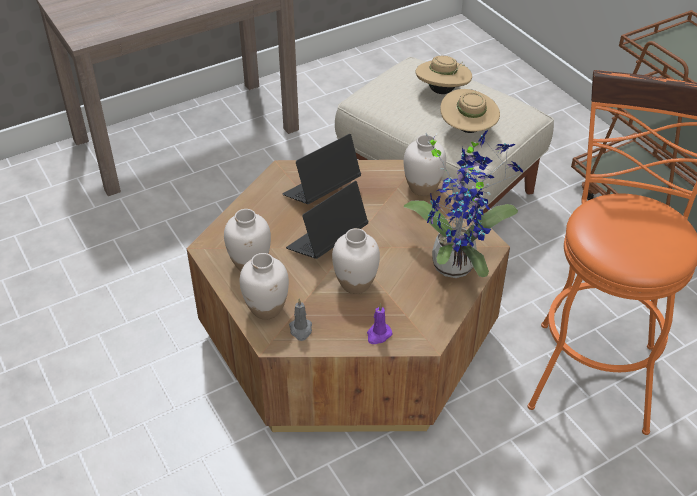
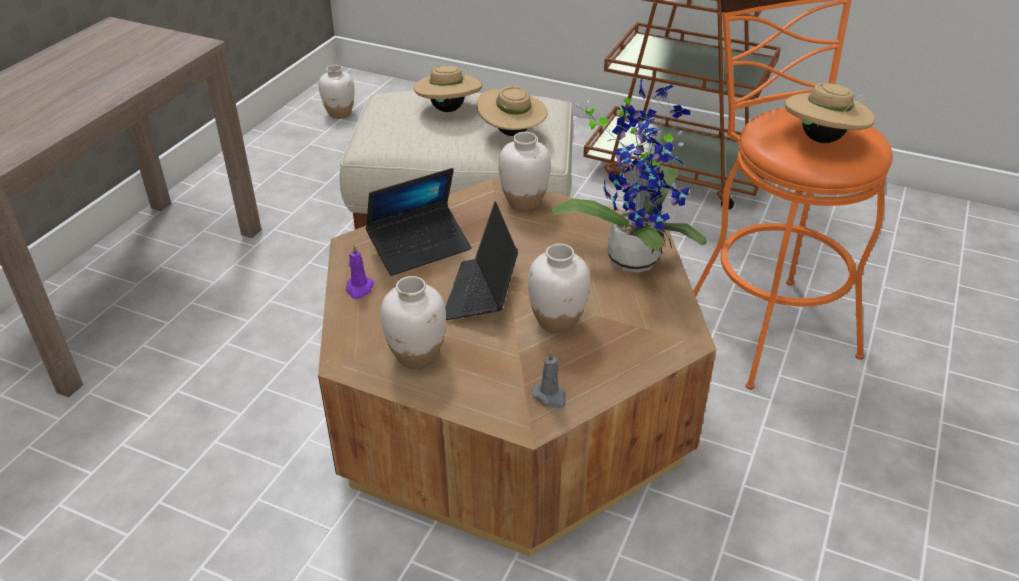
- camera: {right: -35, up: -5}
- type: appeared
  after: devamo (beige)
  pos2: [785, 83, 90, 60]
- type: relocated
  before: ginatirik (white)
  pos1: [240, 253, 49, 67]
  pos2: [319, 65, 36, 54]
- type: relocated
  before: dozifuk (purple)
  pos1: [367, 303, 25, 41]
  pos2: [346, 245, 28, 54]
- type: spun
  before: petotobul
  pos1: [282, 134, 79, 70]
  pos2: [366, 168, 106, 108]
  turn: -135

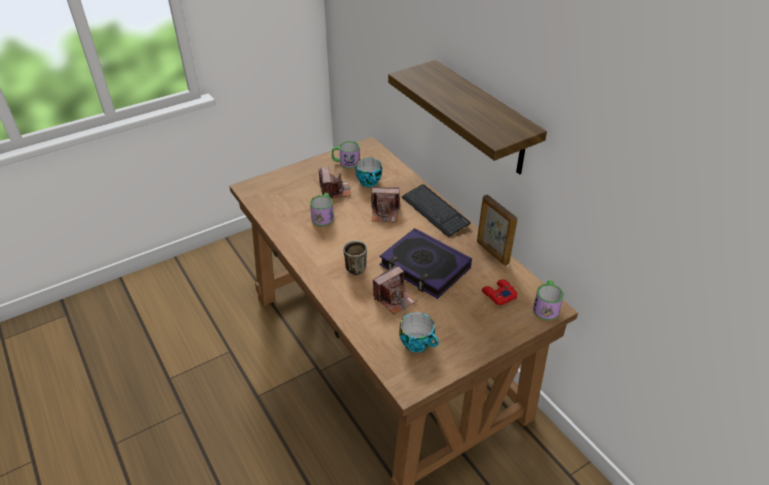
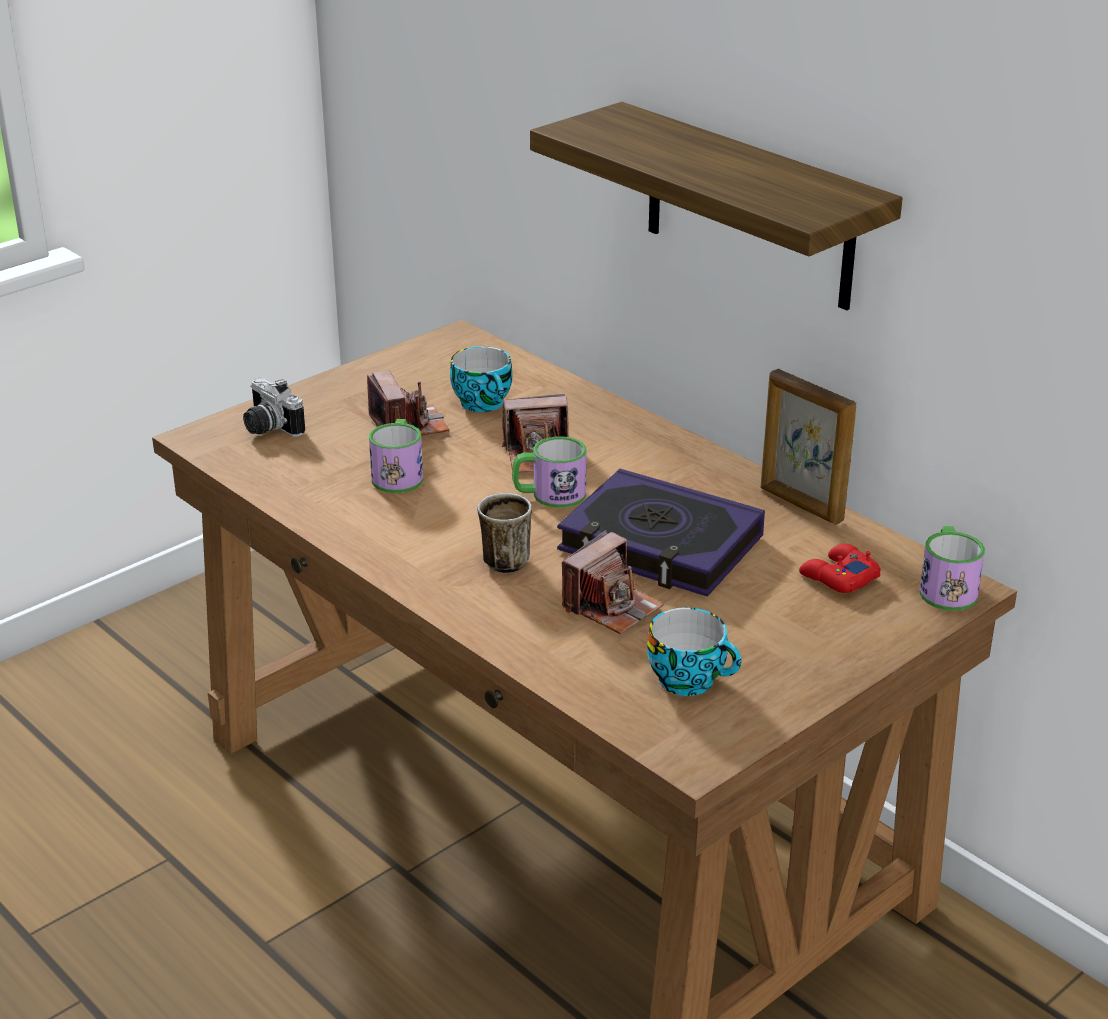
- camera: {right: -10, up: -10}
- type: missing
  before: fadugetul
  pos1: [402, 184, 69, 53]
- type: appeared
  after: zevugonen
  pos2: [243, 378, 62, 59]
- type: relocated
  before: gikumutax
  pos1: [332, 141, 28, 28]
  pos2: [512, 436, 75, 72]

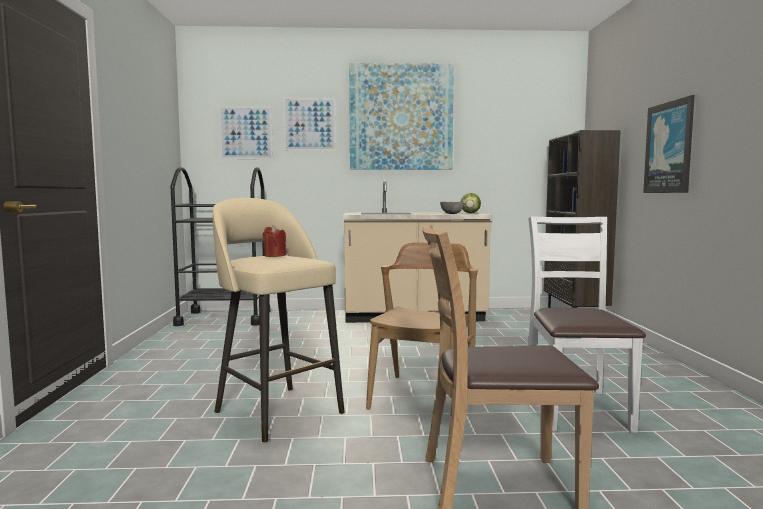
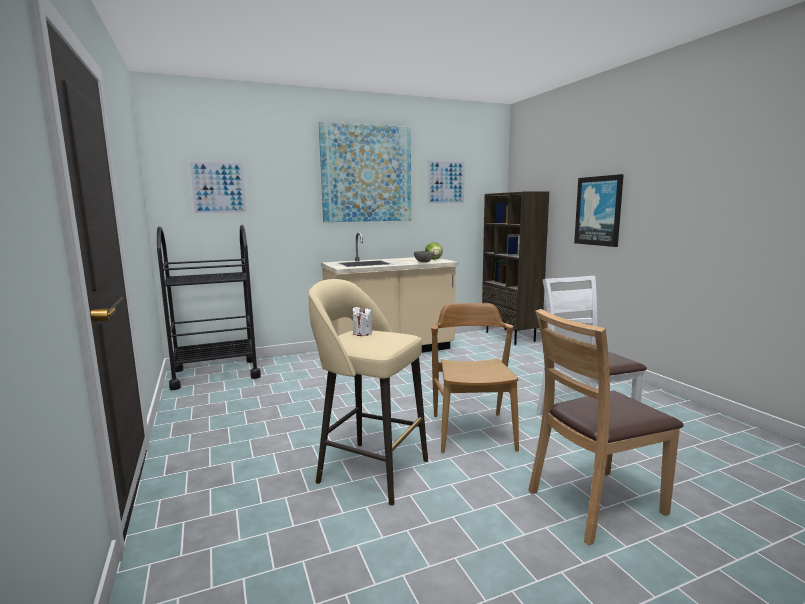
- camera: {right: -20, up: 5}
- type: relocated
  before: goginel
  pos1: [283, 98, 53, 53]
  pos2: [427, 160, 39, 45]
- type: colour
  before: dozifuk (red)
  after: dozifuk (white)
  pos1: [263, 225, 23, 32]
  pos2: [352, 306, 20, 30]

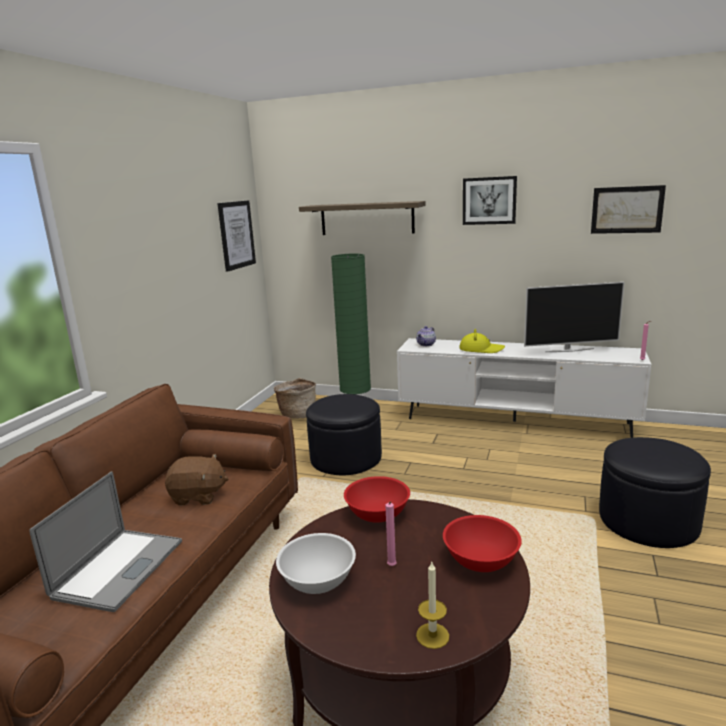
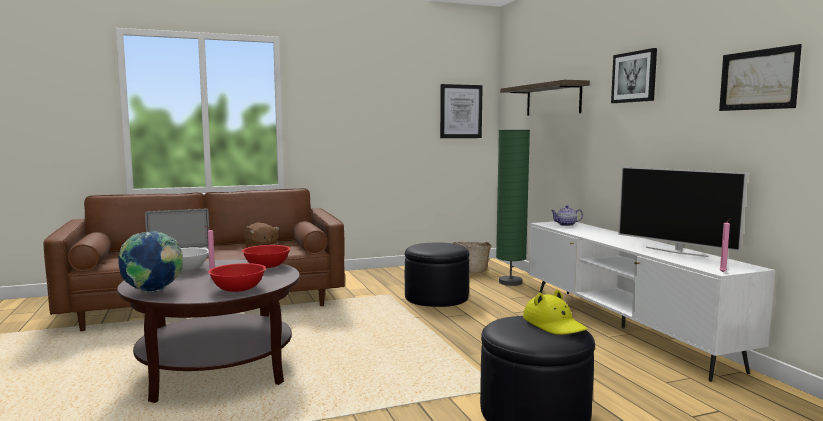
- camera: {right: 50, up: -10}
- type: relocated
  before: devamo (yellow)
  pos1: [459, 329, 46, 24]
  pos2: [523, 289, 65, 46]
- type: exchanged
  before: dozifuk
  after: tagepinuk
  pos1: [416, 562, 33, 87]
  pos2: [118, 231, 65, 62]

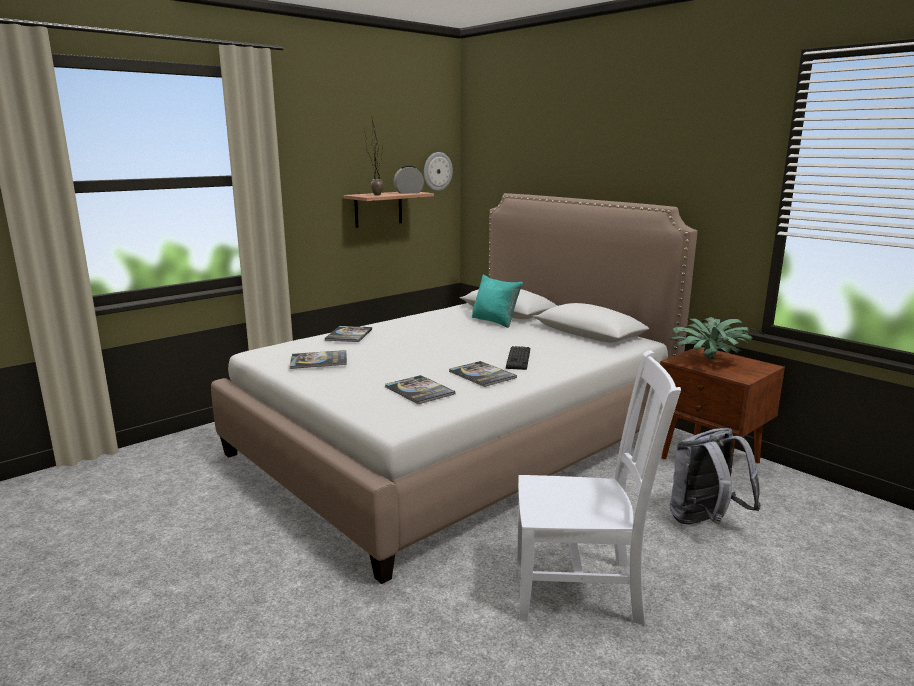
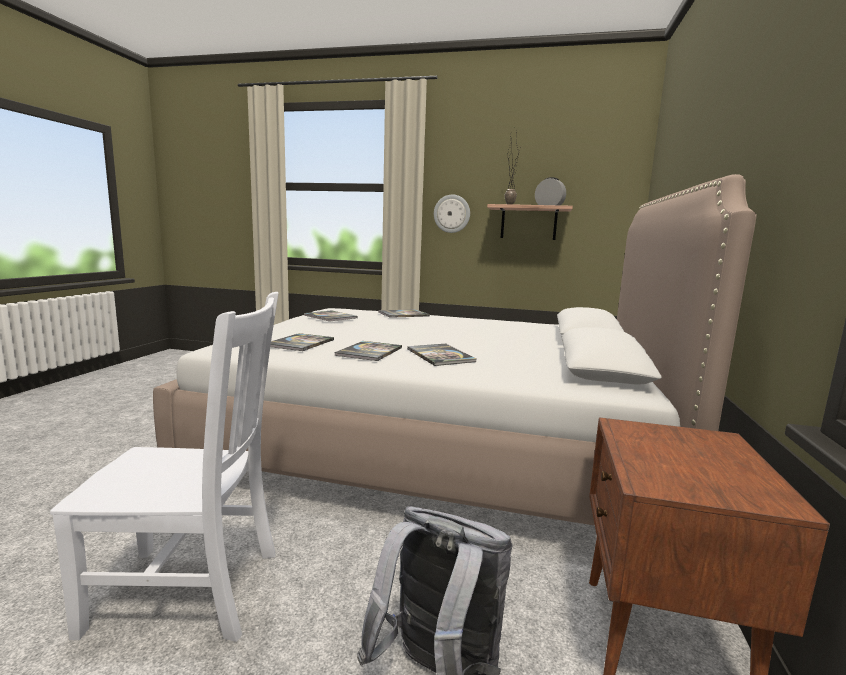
- camera: {right: 55, up: -5}
- type: missing
  before: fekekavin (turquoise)
  pos1: [472, 275, 51, 53]
- type: missing
  before: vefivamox
  pos1: [669, 317, 95, 44]
- type: relocated
  before: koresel
  pos1: [424, 152, 29, 39]
  pos2: [434, 195, 36, 38]
- type: exchanged
  before: fadugetul
  after: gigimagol
  pos1: [506, 346, 24, 24]
  pos2: [407, 344, 69, 22]
- type: spun
  before: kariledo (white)
  pos1: [517, 350, 164, 275]
  pos2: [50, 292, 228, 350]
  turn: -60

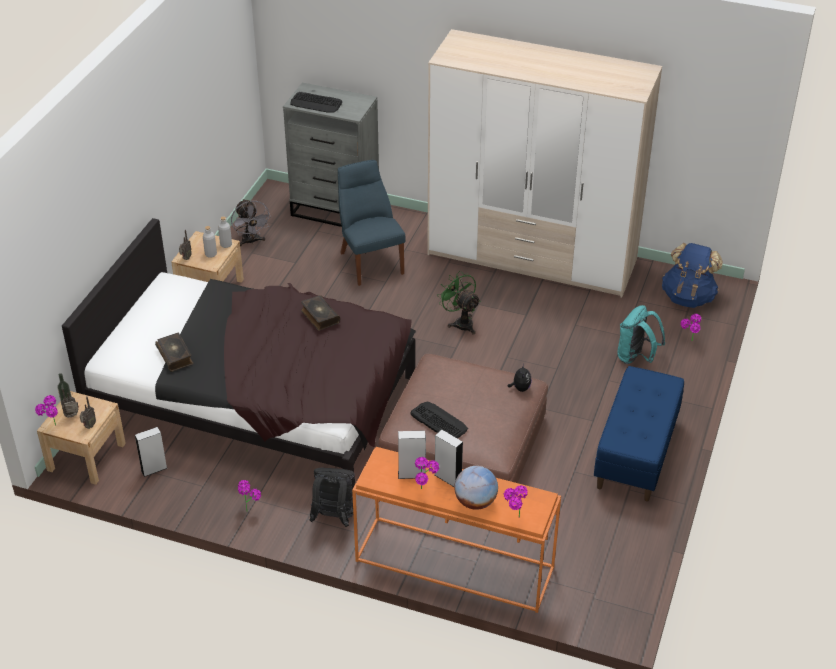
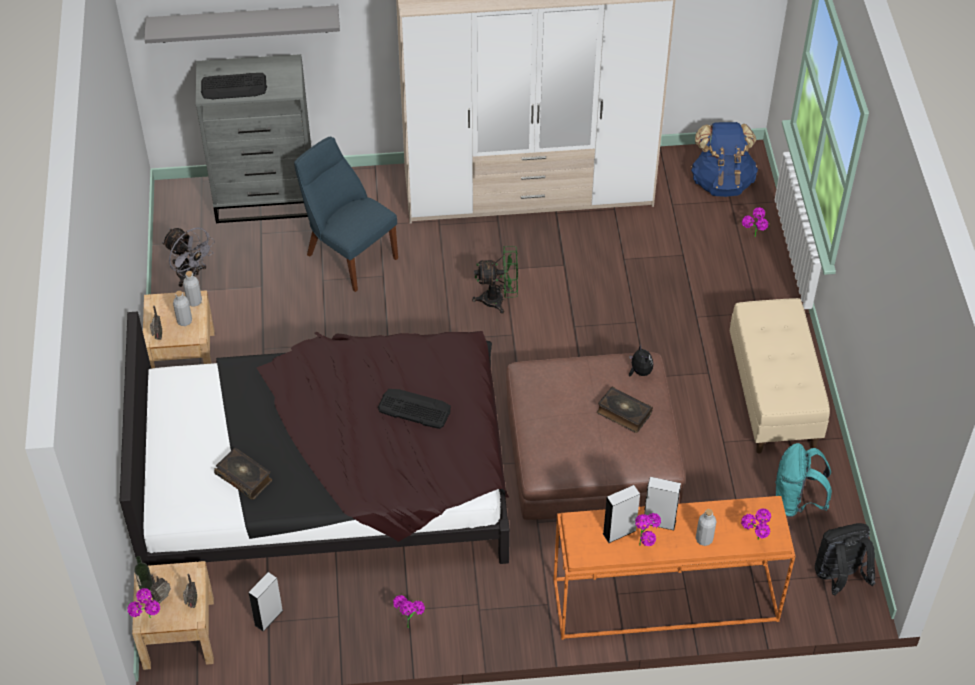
- camera: {right: -25, up: 10}
- type: appeared
  after: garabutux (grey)
  pos2: [144, 5, 196, 38]
- type: relocated
  before: gigimagol
  pos1: [301, 295, 39, 36]
  pos2: [597, 386, 56, 47]
- type: relocated
  before: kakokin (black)
  pos1: [310, 468, 45, 59]
  pos2: [815, 523, 60, 73]
- type: relocated
  before: fadugetul
  pos1: [410, 401, 58, 38]
  pos2: [378, 389, 73, 40]
- type: relocated
  before: kakokin (turquoise)
  pos1: [618, 305, 47, 59]
  pos2: [775, 443, 57, 74]
- type: exchanged
  before: tagepinuk
  after: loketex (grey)
  pos1: [454, 466, 44, 44]
  pos2: [696, 509, 21, 37]
- type: colour
  before: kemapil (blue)
  after: kemapil (beige)
  pos1: [594, 366, 90, 135]
  pos2: [730, 298, 100, 155]
- type: spun
  before: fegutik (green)
  pos1: [437, 271, 44, 64]
  pos2: [472, 246, 46, 68]
  turn: 150

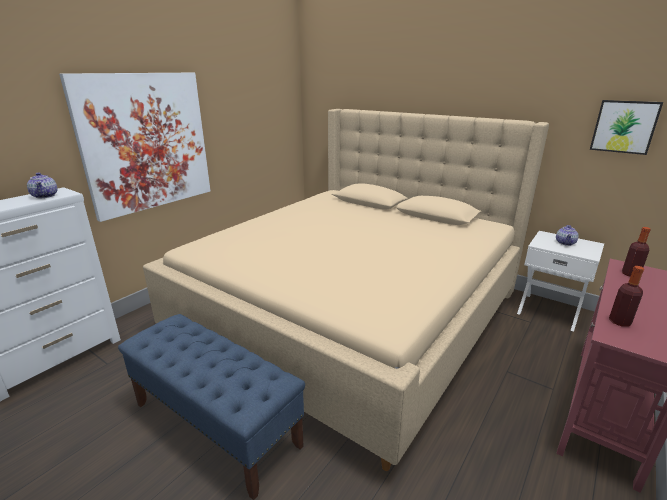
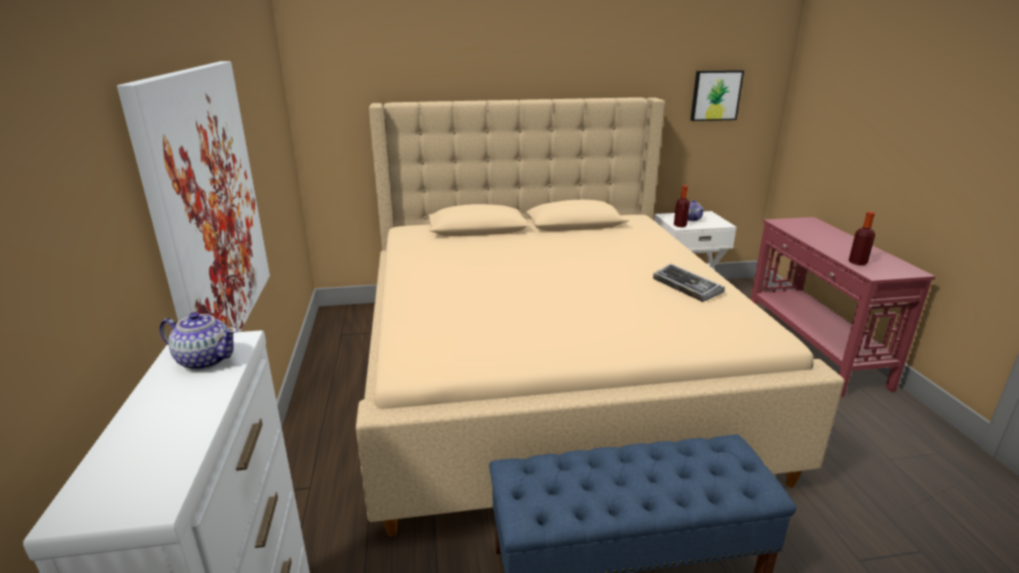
- camera: {right: -45, up: 0}
- type: appeared
  after: fadugetul
  pos2: [653, 263, 72, 39]
- type: relocated
  before: loketex
  pos1: [622, 227, 28, 50]
  pos2: [674, 185, 16, 42]

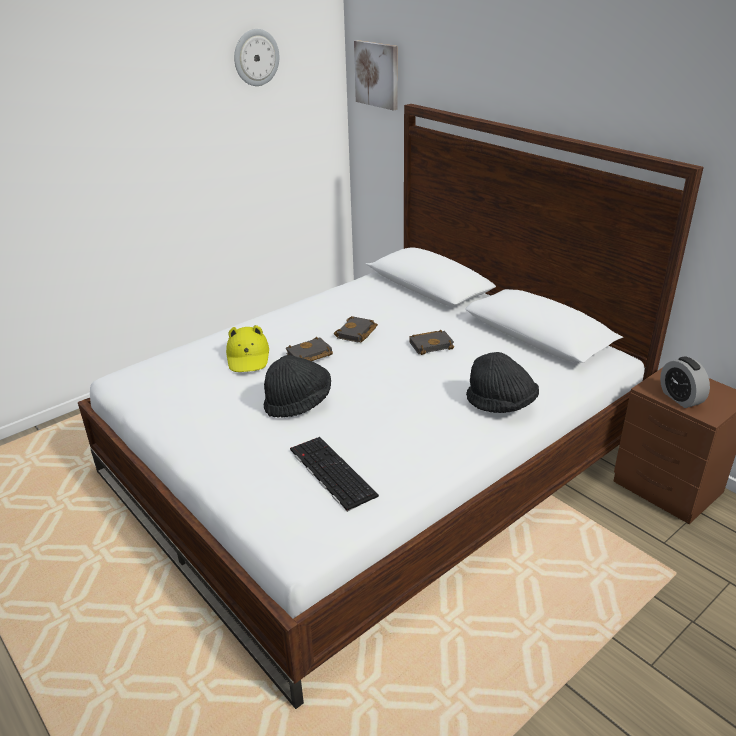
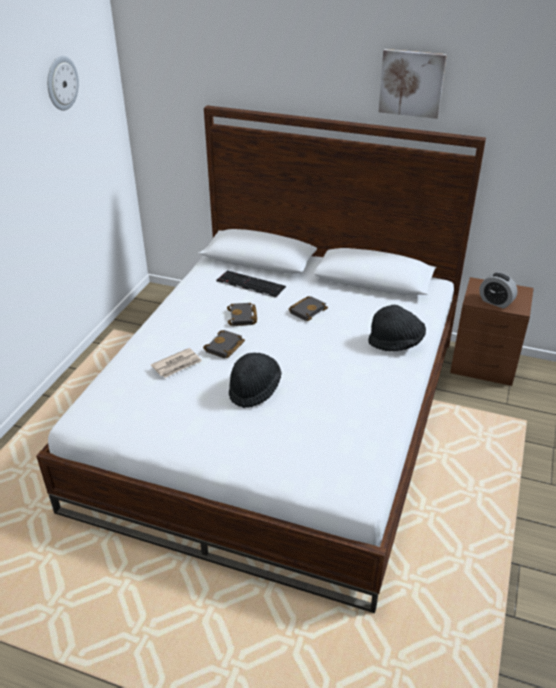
- camera: {right: -30, up: 5}
- type: relocated
  before: fadugetul
  pos1: [290, 437, 89, 75]
  pos2: [217, 270, 69, 28]
- type: relocated
  before: goginel
  pos1: [354, 40, 43, 71]
  pos2: [379, 49, 68, 70]
- type: exchanged
  before: devamo (yellow)
  after: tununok
  pos1: [226, 325, 43, 47]
  pos2: [151, 348, 51, 30]

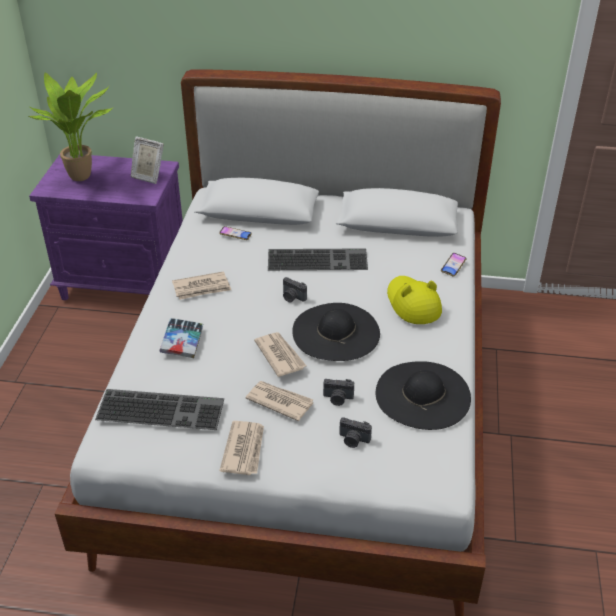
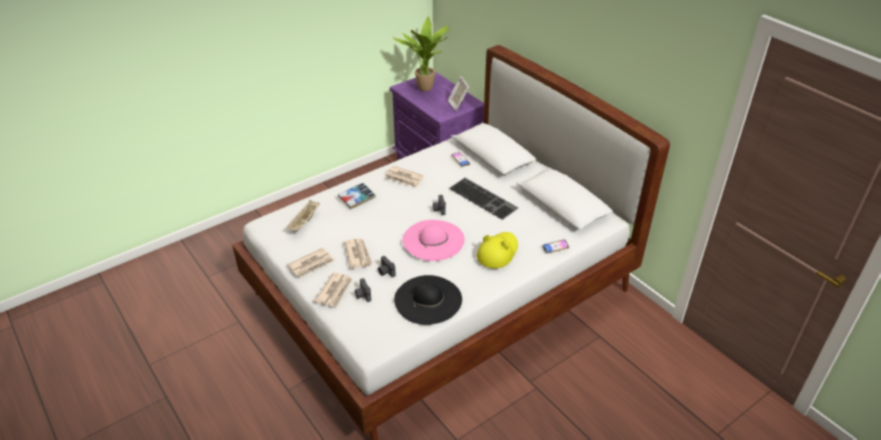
- camera: {right: 45, up: 0}
- type: relocated
  before: tununok
  pos1: [254, 332, 52, 45]
  pos2: [314, 272, 38, 35]
- type: exchanged
  before: fadugetul
  after: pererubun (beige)
  pos1: [95, 389, 129, 41]
  pos2: [287, 200, 33, 30]
- type: colour
  before: devamo (black)
  after: devamo (pink)
  pos1: [292, 303, 88, 58]
  pos2: [402, 220, 63, 41]

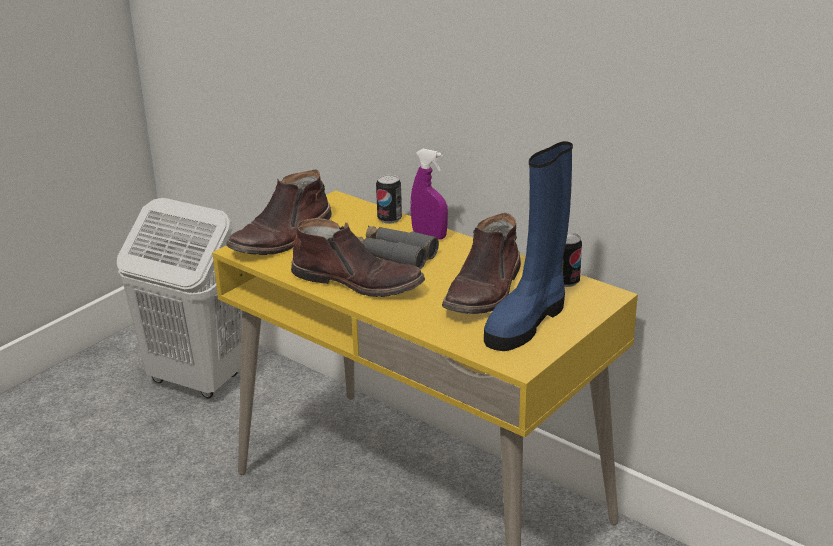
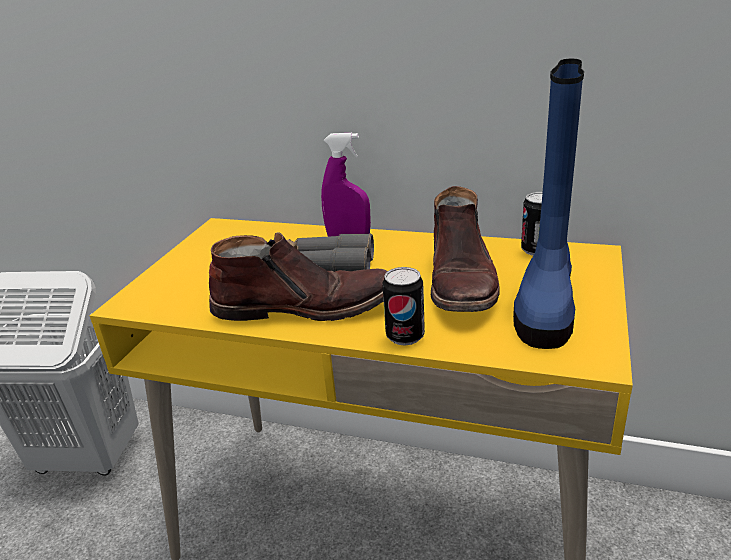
- camera: {right: -20, up: 0}
- type: missing
  before: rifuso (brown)
  pos1: [226, 169, 106, 86]
- type: relocated
  before: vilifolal
  pos1: [376, 174, 26, 50]
  pos2: [382, 267, 43, 78]

